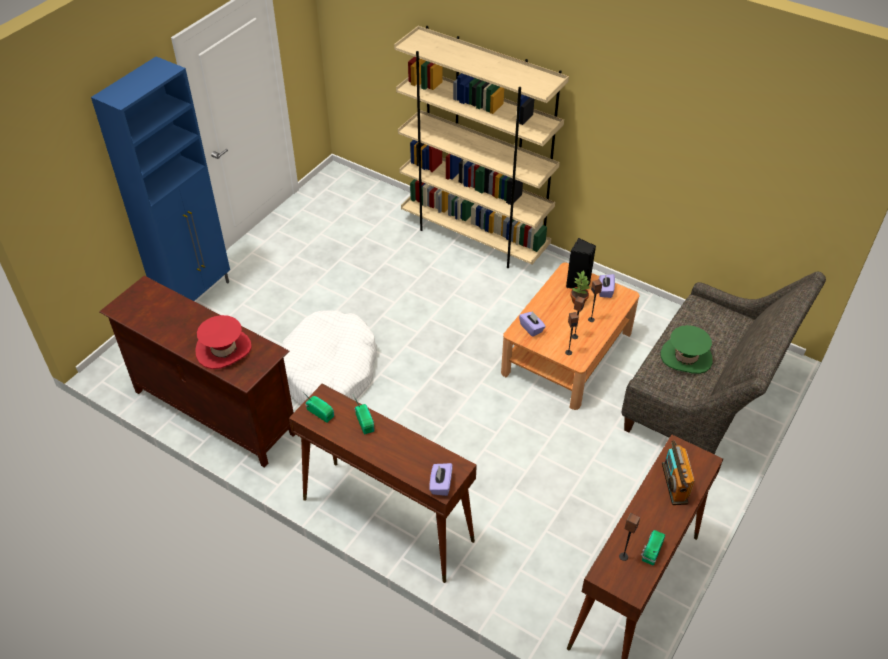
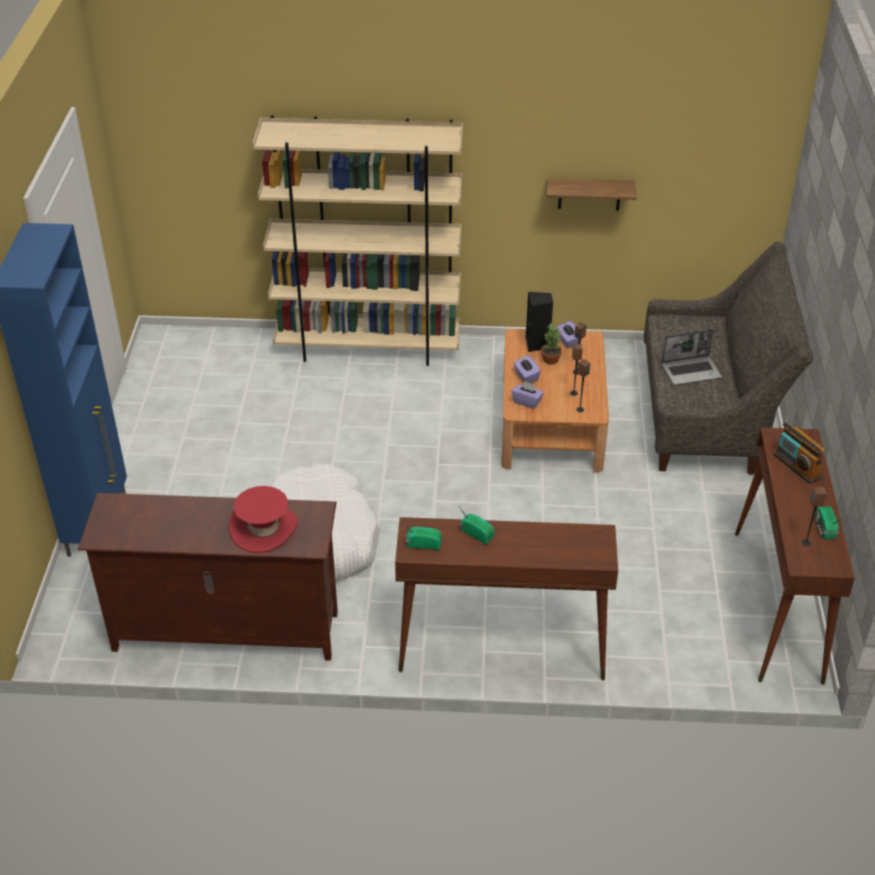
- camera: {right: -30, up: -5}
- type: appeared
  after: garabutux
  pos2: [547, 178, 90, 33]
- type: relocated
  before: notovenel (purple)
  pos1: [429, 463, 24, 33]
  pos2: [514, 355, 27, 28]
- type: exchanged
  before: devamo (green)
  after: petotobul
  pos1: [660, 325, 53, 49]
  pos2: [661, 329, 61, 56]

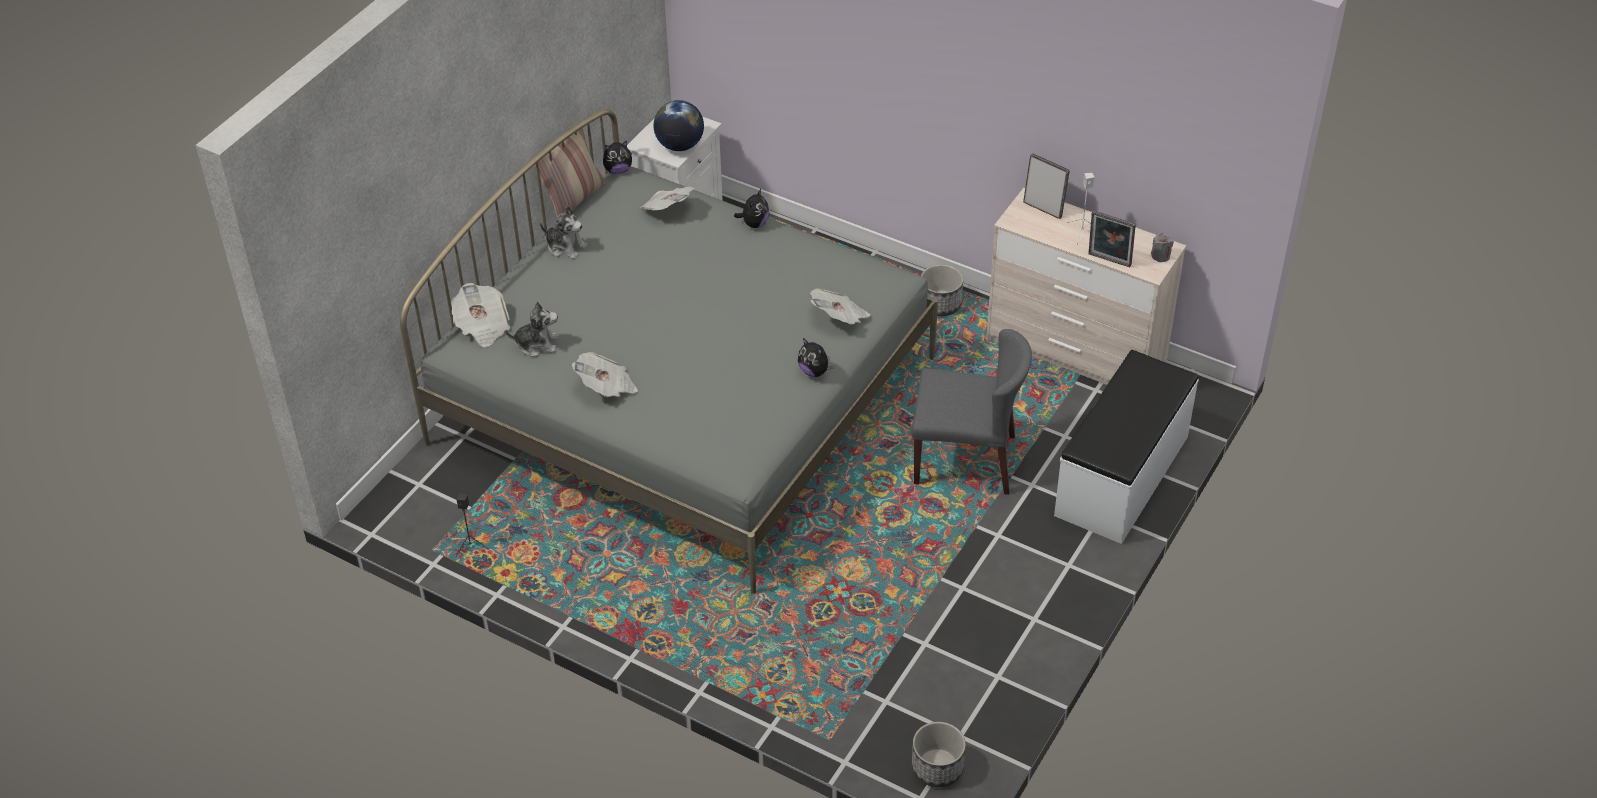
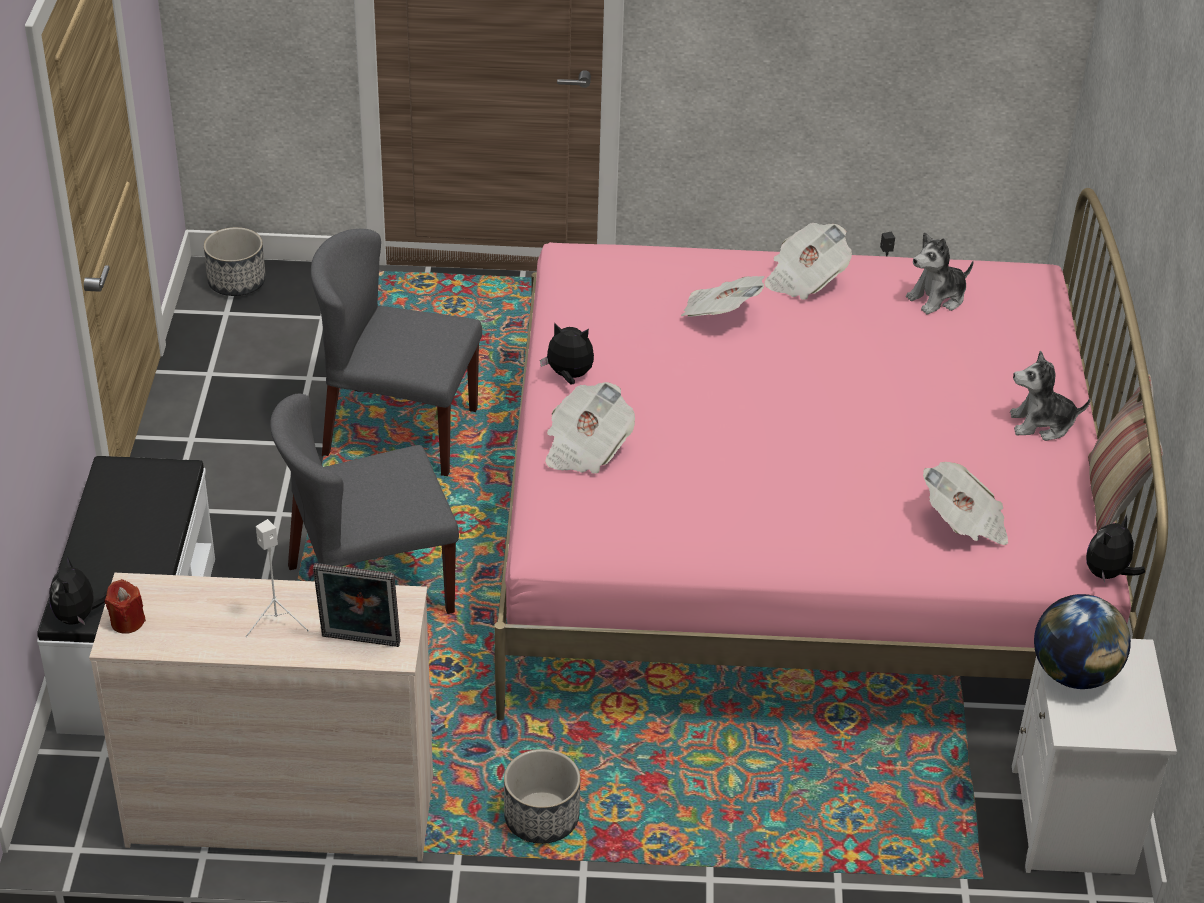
- camera: {right: 150, up: -5}
- type: missing
  before: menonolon
  pos1: [1088, 210, 48, 57]
- type: appeared
  after: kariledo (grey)
  pos2: [311, 229, 171, 247]
- type: relocated
  before: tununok
  pos1: [451, 283, 60, 64]
  pos2: [681, 276, 83, 41]
- type: relocated
  before: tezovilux
  pos1: [734, 189, 35, 39]
  pos2: [49, 556, 58, 70]
- type: colour
  before: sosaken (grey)
  after: sosaken (pink)
  pos1: [400, 109, 538, 485]
  pos2: [494, 188, 674, 533]
- type: colour
  before: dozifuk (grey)
  after: dozifuk (red)
  pos1: [1151, 233, 23, 29]
  pos2: [105, 580, 41, 54]

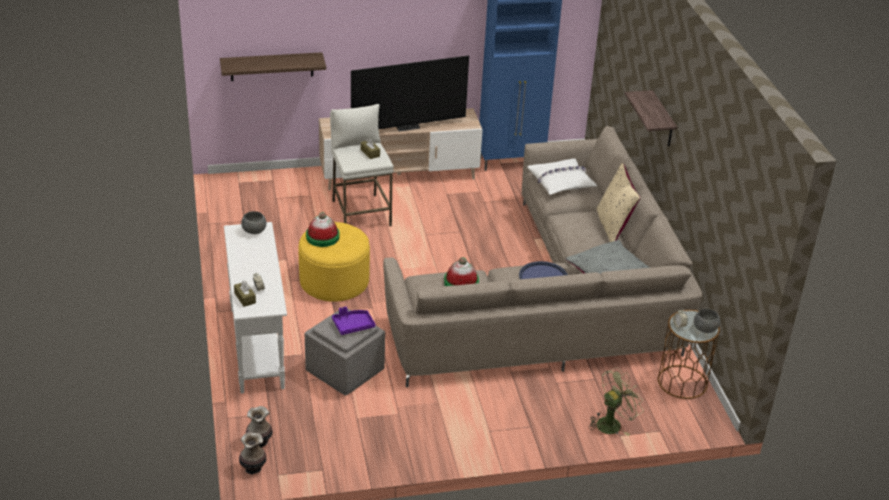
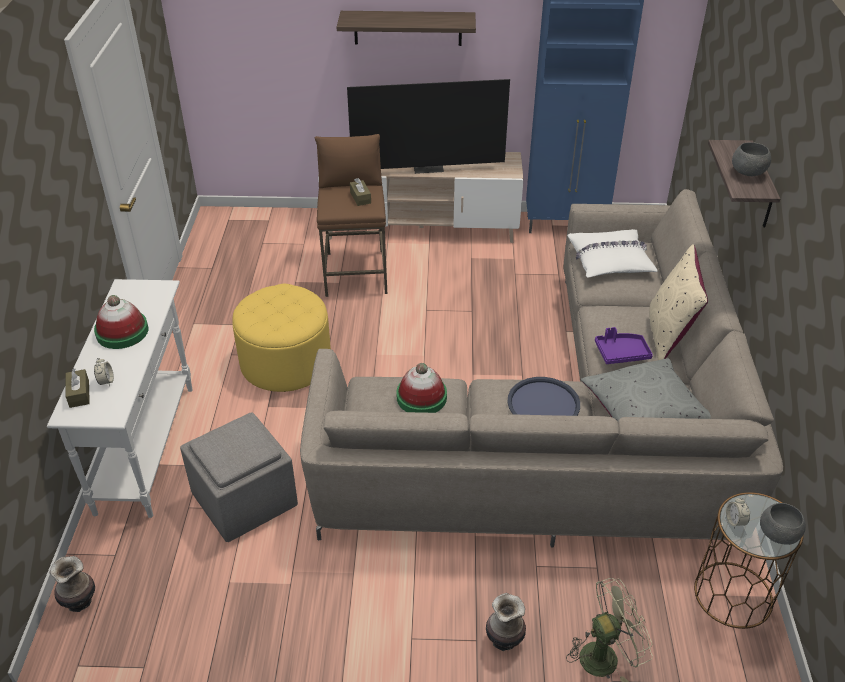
- camera: {right: 15, up: 5}
- type: relocated
  before: garabutux
  pos1: [220, 52, 106, 29]
  pos2: [336, 11, 140, 35]
- type: relocated
  before: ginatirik
  pos1: [239, 432, 27, 42]
  pos2: [486, 593, 40, 58]
- type: relocated
  before: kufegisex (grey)
  pos1: [241, 211, 25, 23]
  pos2: [732, 142, 39, 34]
- type: relocated
  before: devamo
  pos1: [306, 212, 34, 35]
  pos2: [94, 295, 55, 54]
- type: relocated
  before: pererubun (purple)
  pos1: [332, 307, 43, 28]
  pos2: [595, 327, 58, 37]
- type: colour
  before: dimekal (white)
  after: dimekal (brown)
  pos1: [330, 104, 64, 122]
  pos2: [315, 134, 72, 163]

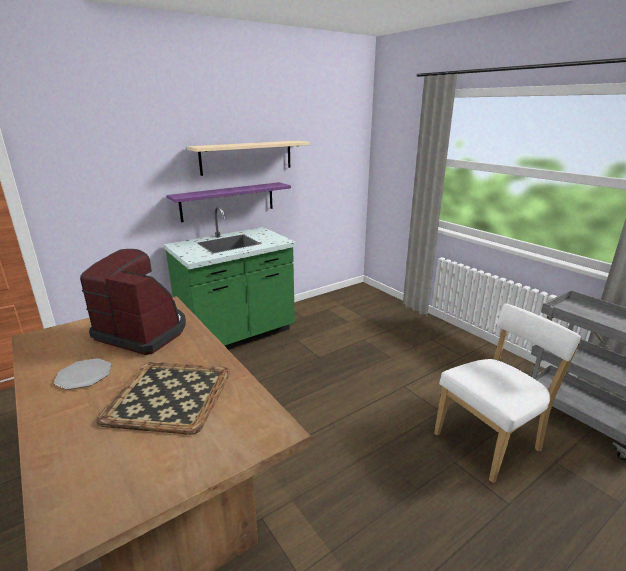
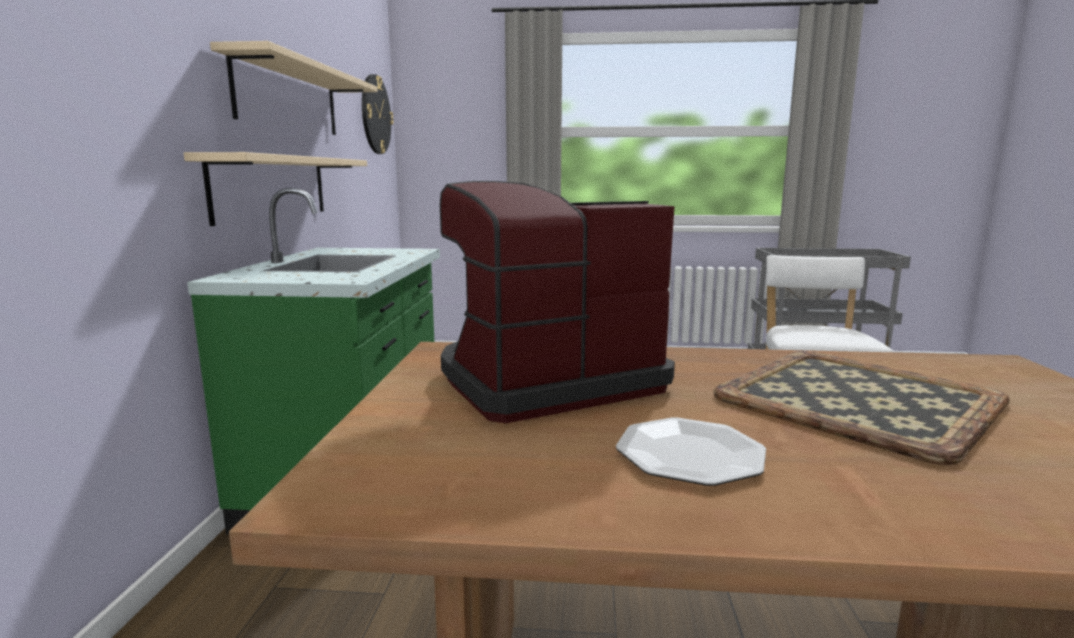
- camera: {right: -50, up: -10}
- type: appeared
  after: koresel
  pos2: [362, 74, 32, 80]
- type: colour
  before: garabutux (purple)
  after: garabutux (beige)
  pos1: [167, 182, 124, 40]
  pos2: [184, 152, 183, 74]

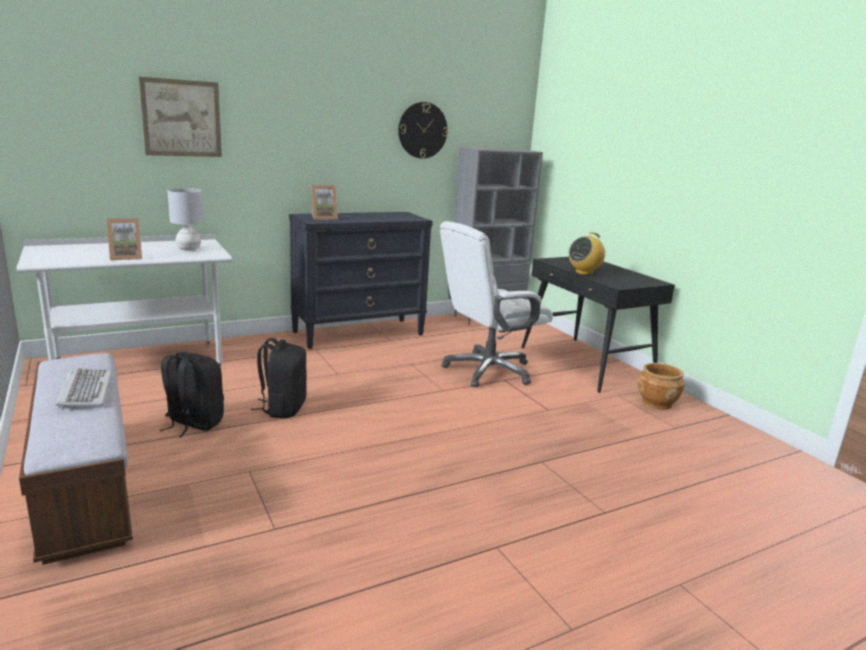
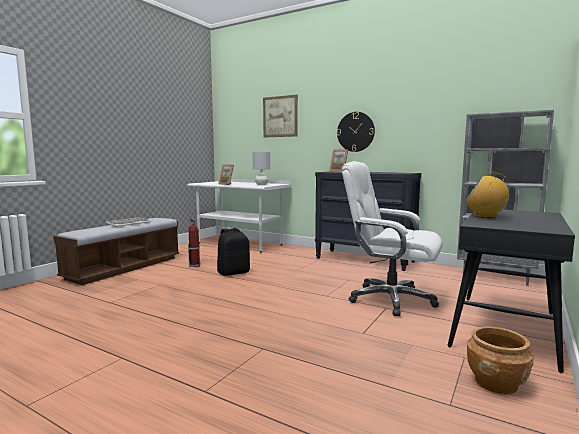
- camera: {right: 60, up: -10}
- type: relocated
  before: koresel
  pos1: [398, 102, 50, 57]
  pos2: [337, 112, 38, 40]
- type: exchanged
  before: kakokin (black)
  after: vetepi
  pos1: [159, 352, 65, 86]
  pos2: [188, 219, 13, 48]

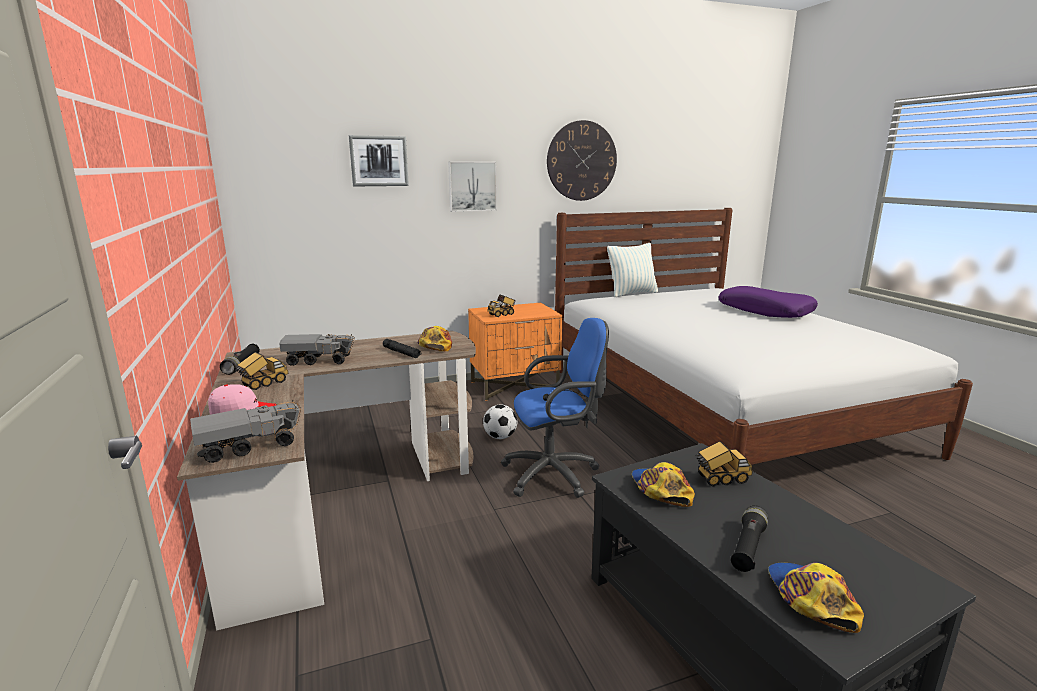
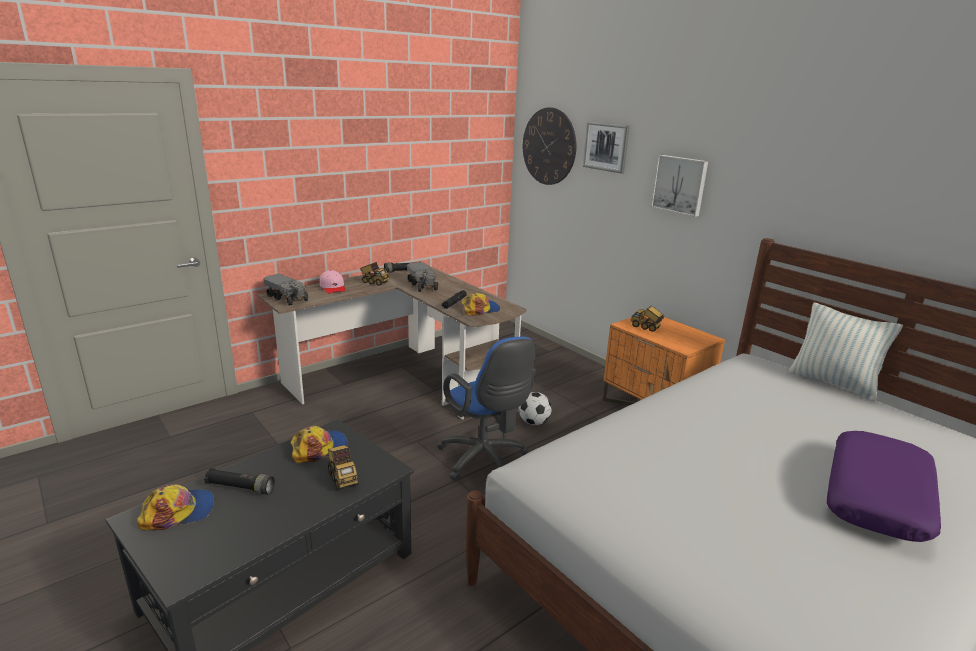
- camera: {right: 70, up: 5}
- type: relocated
  before: koresel
  pos1: [547, 120, 70, 81]
  pos2: [523, 107, 53, 78]

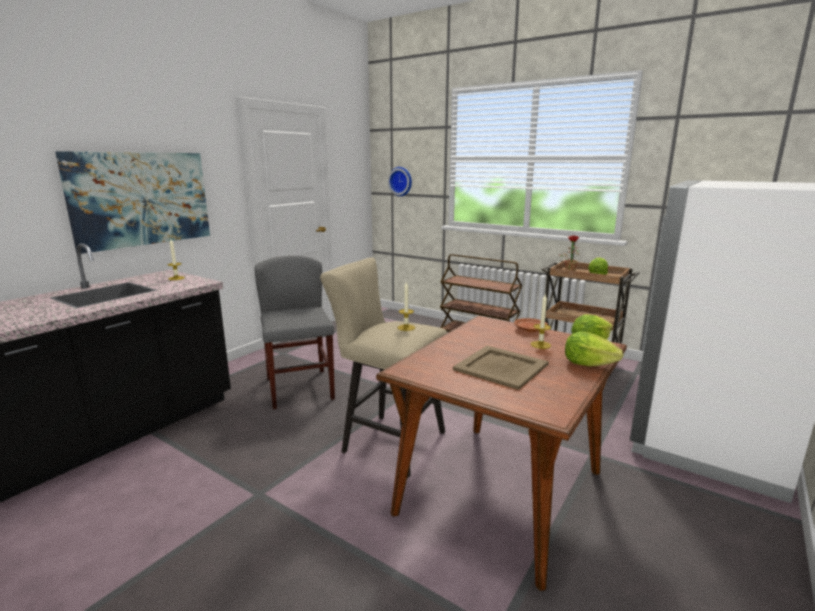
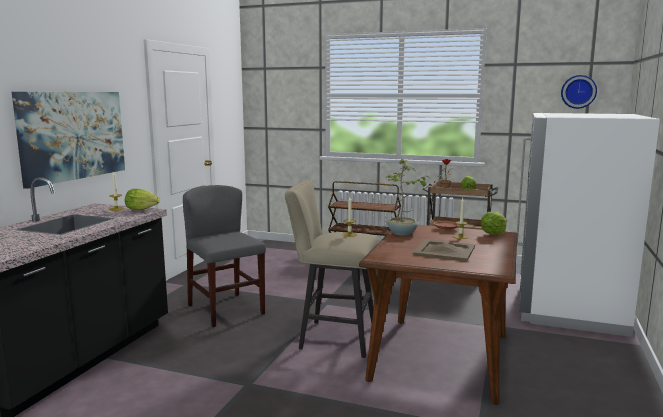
- camera: {right: -15, up: -5}
- type: appeared
  after: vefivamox
  pos2: [385, 159, 46, 77]
- type: relocated
  before: koresel
  pos1: [388, 167, 24, 29]
  pos2: [561, 75, 36, 34]
- type: relocated
  before: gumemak
  pos1: [565, 331, 59, 36]
  pos2: [125, 189, 35, 21]

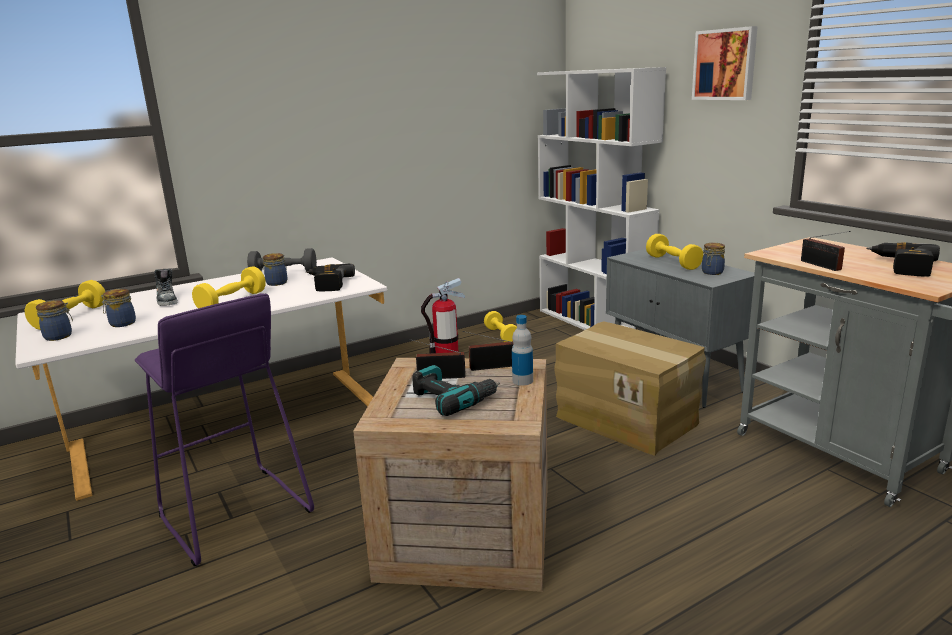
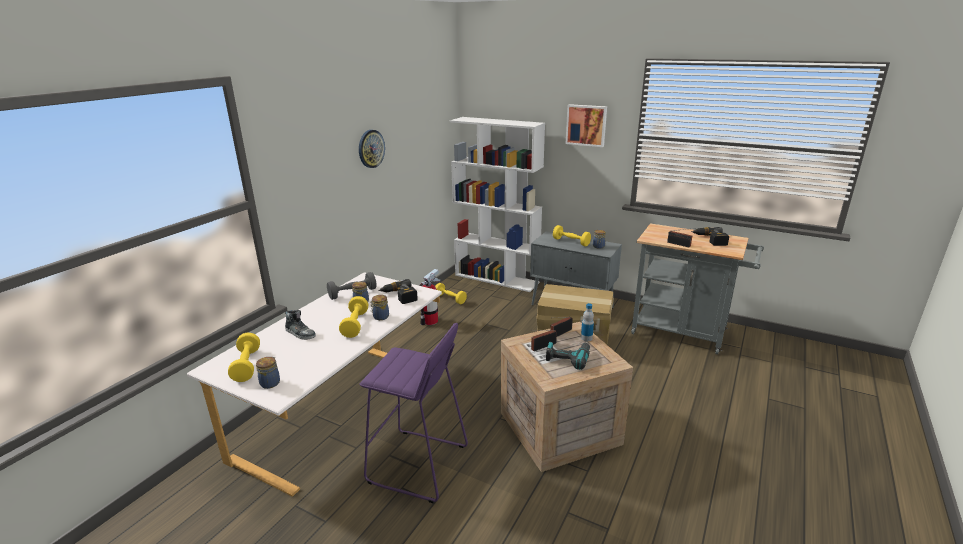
- camera: {right: -30, up: 5}
- type: appeared
  after: koresel
  pos2: [359, 130, 26, 38]
- type: relocated
  before: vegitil
  pos1: [101, 289, 35, 38]
  pos2: [371, 295, 18, 25]

